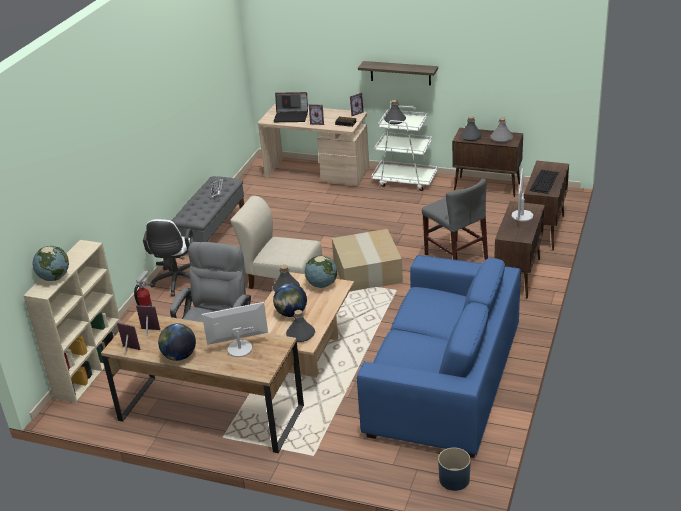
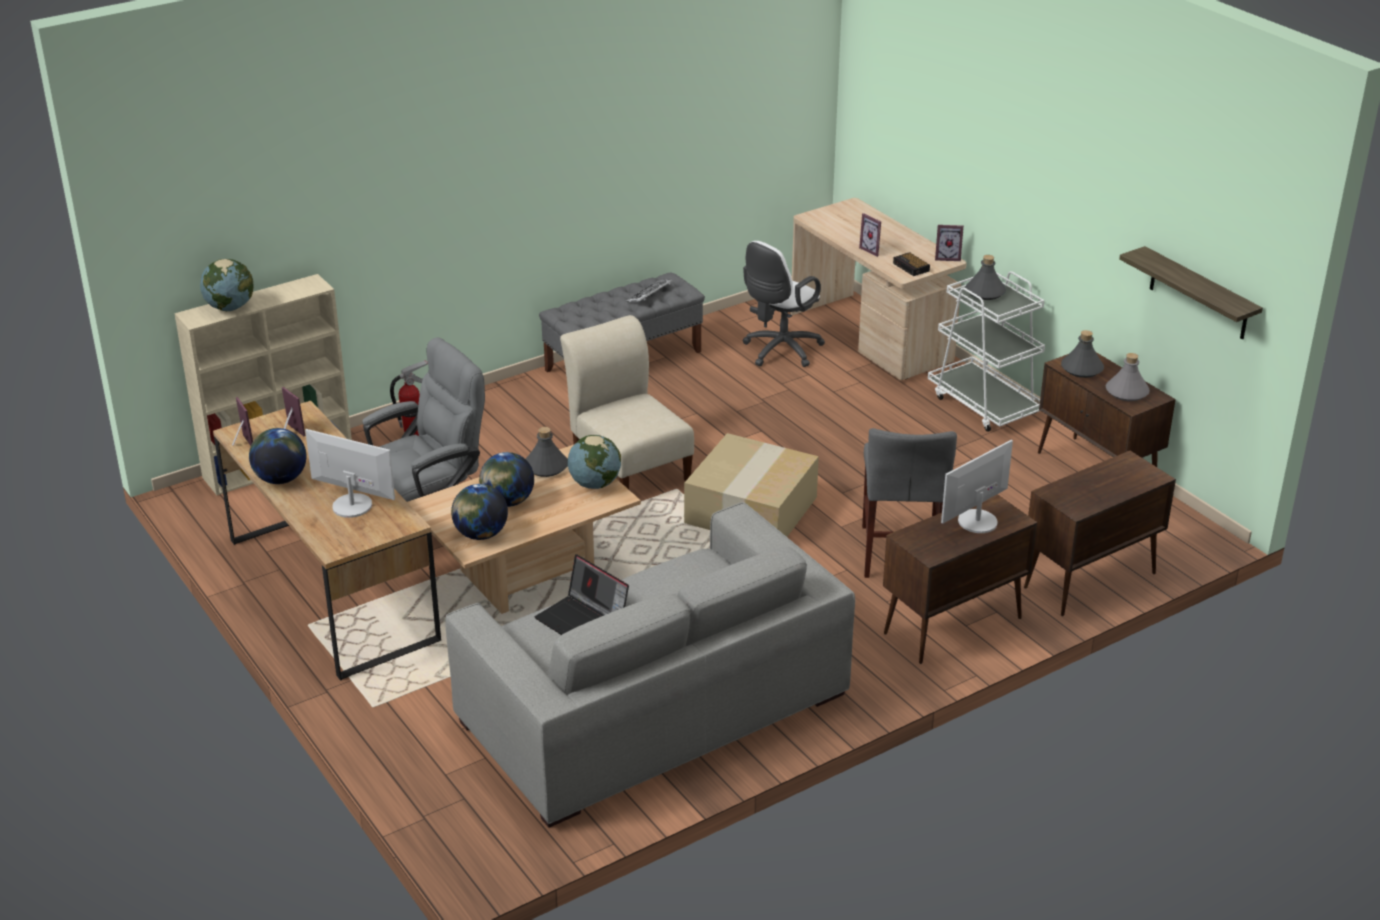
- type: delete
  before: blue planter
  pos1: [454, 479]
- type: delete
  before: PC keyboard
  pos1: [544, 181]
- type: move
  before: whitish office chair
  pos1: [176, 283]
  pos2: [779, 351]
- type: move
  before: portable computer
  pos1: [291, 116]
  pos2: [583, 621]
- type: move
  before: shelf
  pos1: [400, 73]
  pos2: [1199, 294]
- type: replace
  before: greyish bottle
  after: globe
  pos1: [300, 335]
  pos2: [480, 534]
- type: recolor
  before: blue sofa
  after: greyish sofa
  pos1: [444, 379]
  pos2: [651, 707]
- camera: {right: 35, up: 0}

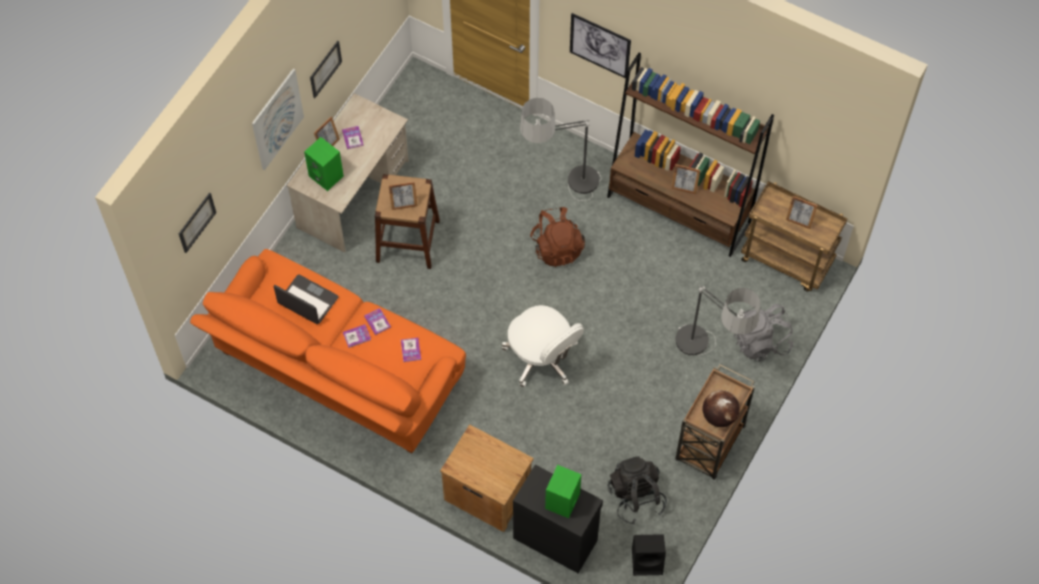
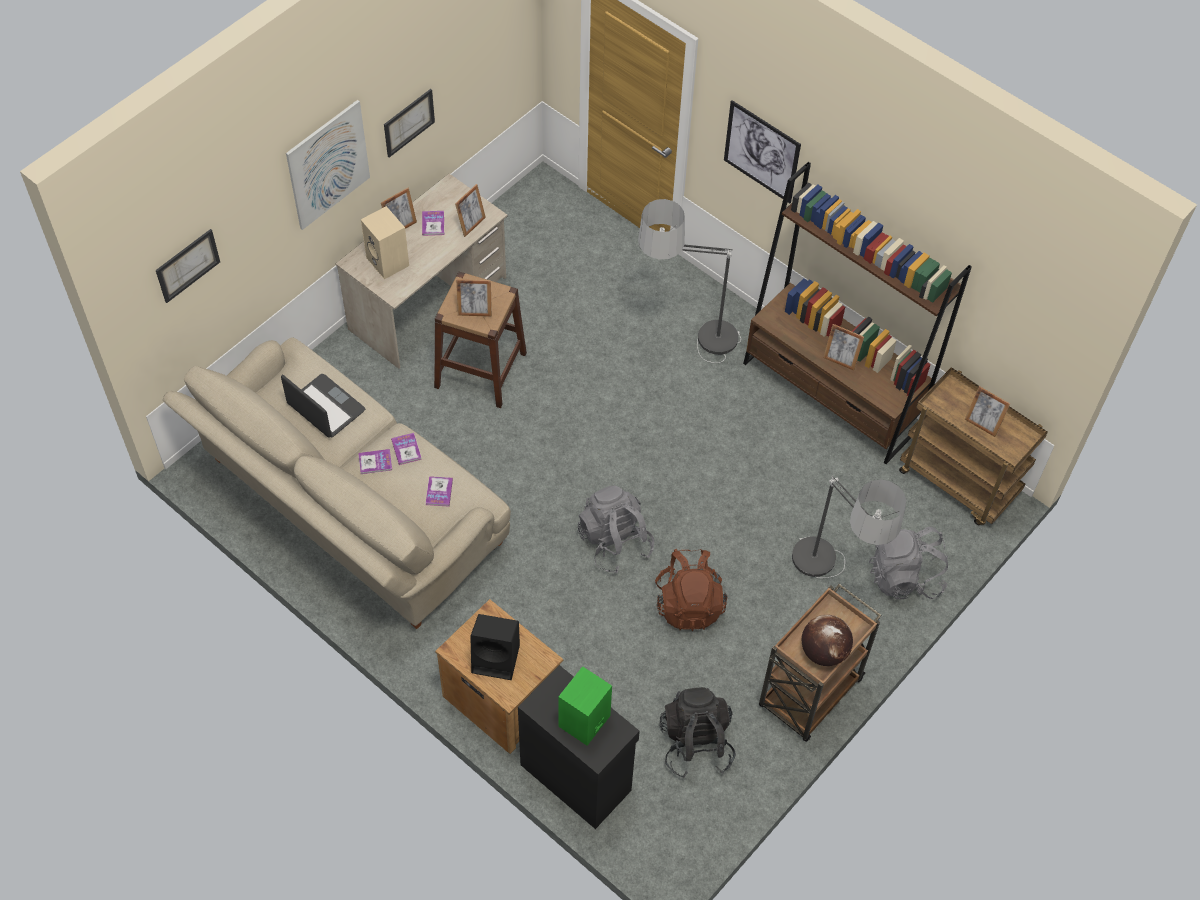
- type: insert
  after: picture frame
  pos2: [471, 225]
- type: move
  before: brownish knapsack
  pos1: [557, 247]
  pos2: [689, 603]
- type: move
  before: black-coloured audio speaker
  pos1: [648, 561]
  pos2: [497, 658]
- type: replace
  before: whitish office chair
  after: greyish knapsack
  pos1: [542, 357]
  pos2: [614, 542]
- type: recolor
  before: orange sofa
  after: beige sofa
  pos1: [336, 372]
  pos2: [348, 509]
- type: recolor
  before: greenish audio speaker
  after: beige audio speaker
  pos1: [327, 176]
  pos2: [389, 262]
- camera: {right: 10, up: -5}

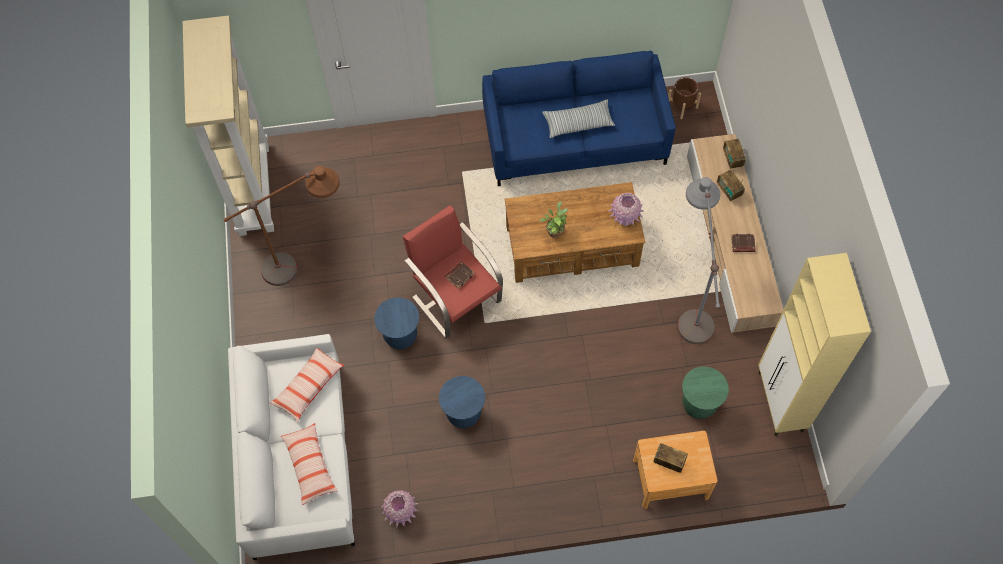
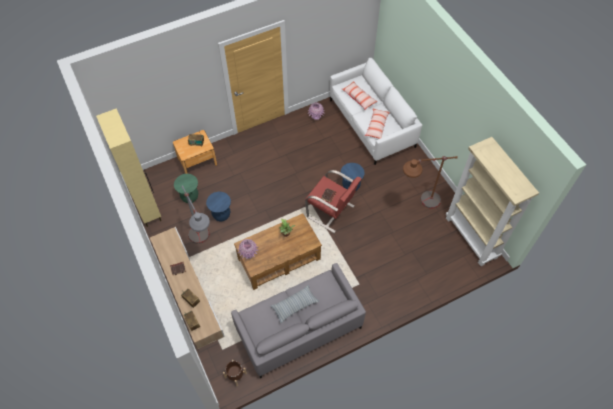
- type: move
  before: blue stool seat
  pos1: [463, 414]
  pos2: [221, 214]
- type: recolor
  before: blue sofa
  after: greyish sofa
  pos1: [575, 140]
  pos2: [298, 327]
- camera: {right: 160, up: -5}

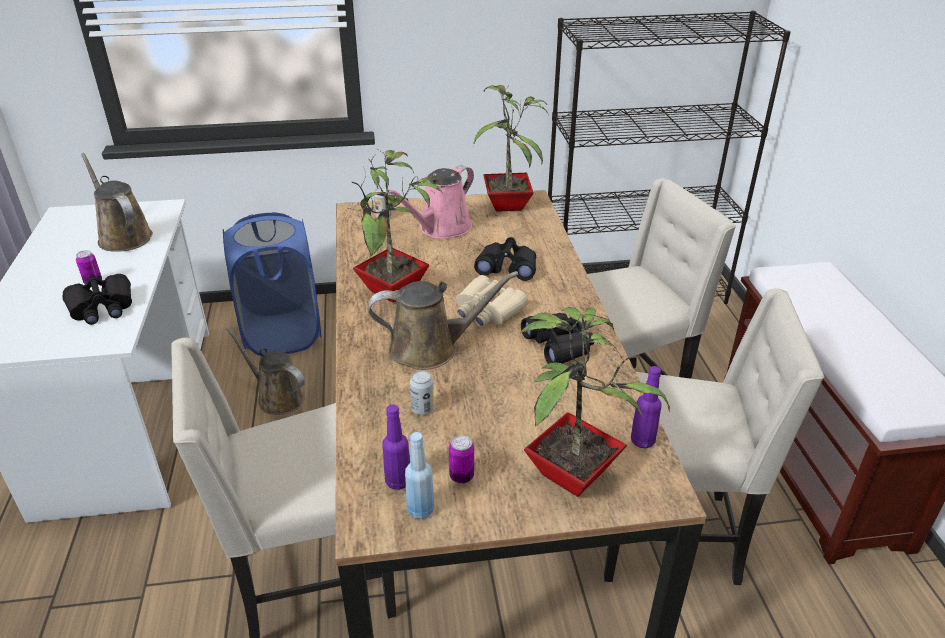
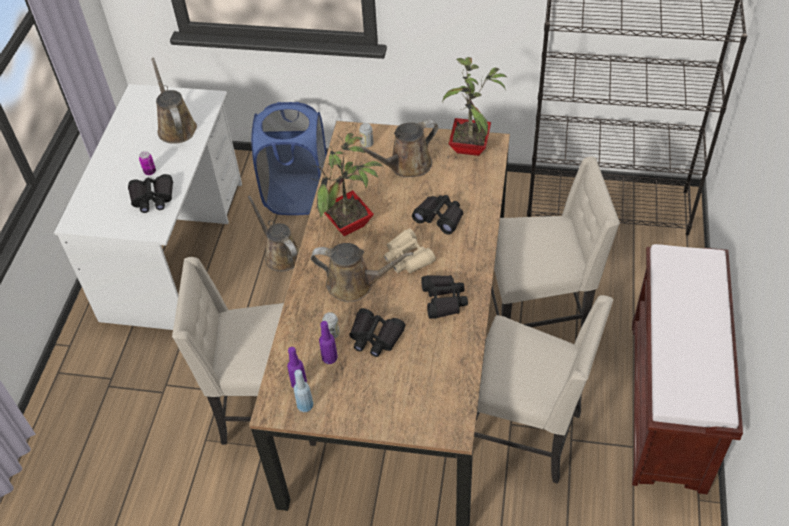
- type: delete
  before: metal can
  pos1: [461, 476]
- type: delete
  before: potted plant
  pos1: [575, 473]
- type: insert
  after: black-coloured pair of binoculars
  pos2: [375, 337]
- type: move
  before: purplish bottle
  pos1: [642, 441]
  pos2: [329, 358]
- type: recolor
  before: pink watering can
  after: brownish watering can
  pos1: [441, 229]
  pos2: [406, 165]
- camera: {right: 20, up: 15}

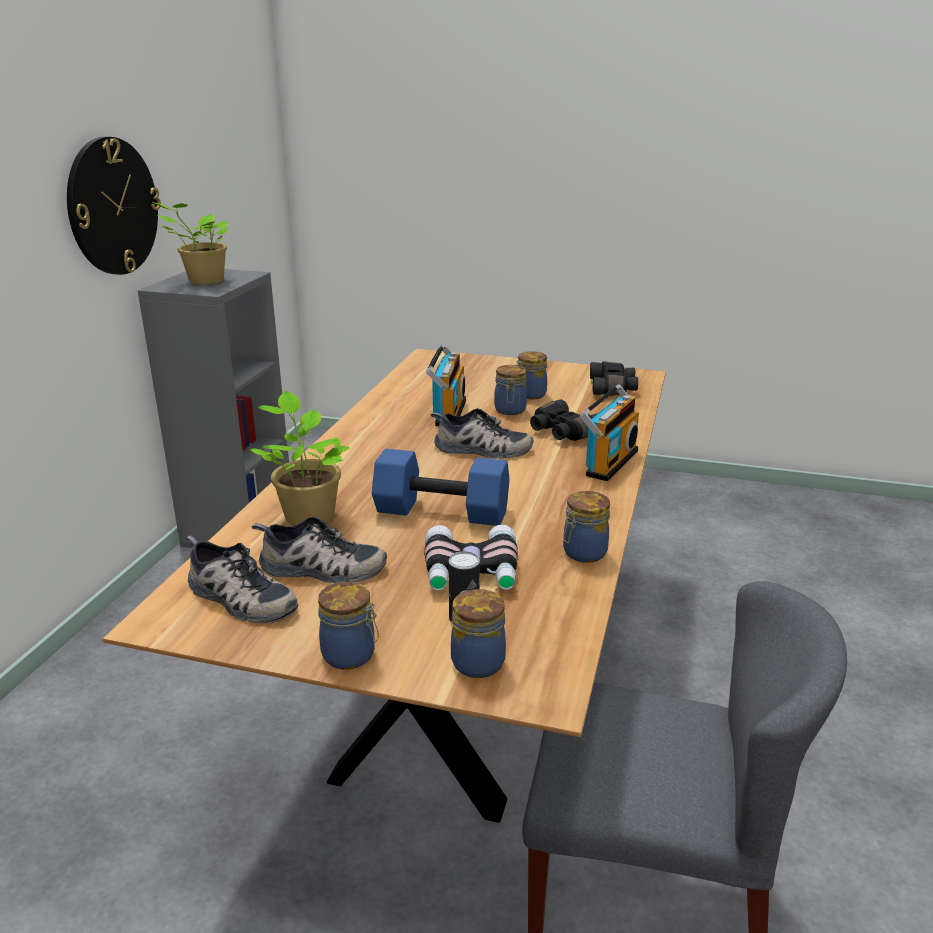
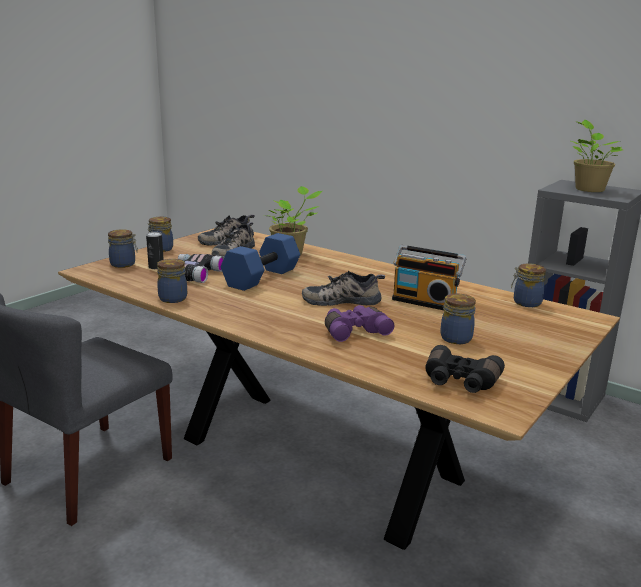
- type: delete
  before: hanging clock
  pos1: [112, 207]
- type: delete
  before: radio
  pos1: [608, 462]
- type: move
  before: storage jar
  pos1: [510, 410]
  pos2: [525, 302]
- type: recolor
  before: black-coloured pair of binoculars
  after: purplish pair of binoculars
  pos1: [562, 432]
  pos2: [354, 331]
- type: rotate
  before: shoe
  pos1: [481, 450]
  pos2: [342, 300]
  turn: 60
- camera: {right: 110, up: -5}

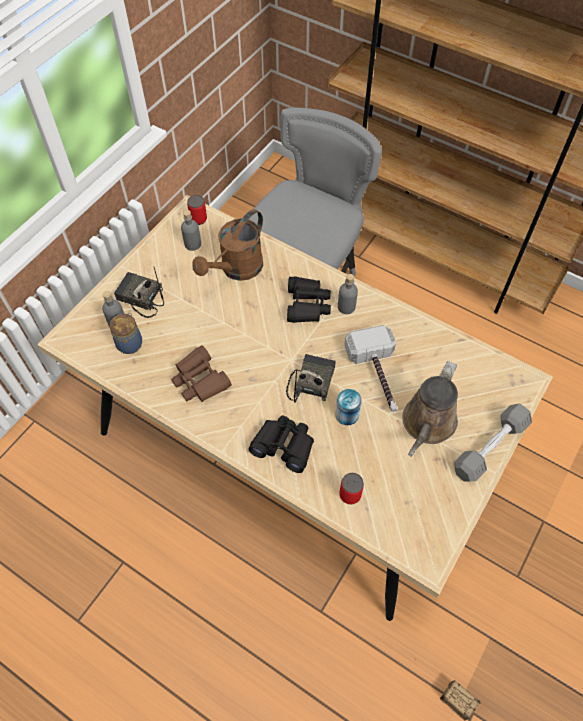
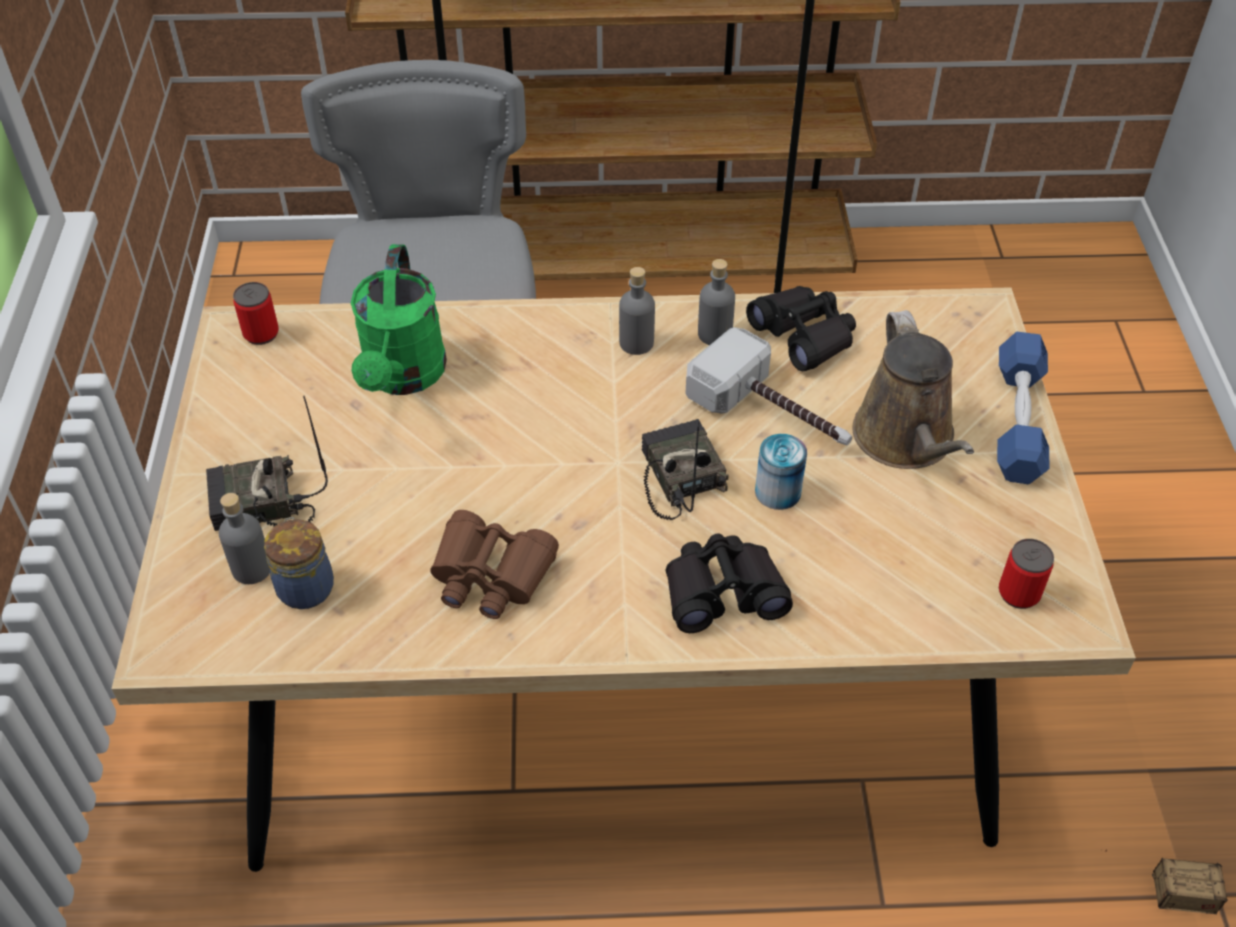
- type: move
  before: greyish bottle
  pos1: [192, 244]
  pos2: [714, 334]
- type: move
  before: black-coloured pair of binoculars
  pos1: [307, 305]
  pos2: [804, 335]
- type: move
  before: metal can
  pos1: [350, 494]
  pos2: [1018, 593]
- type: recolor
  before: brownish watering can
  after: greenish watering can
  pos1: [237, 270]
  pos2: [403, 377]
- type: recolor
  before: greyish hand weight
  after: blue hand weight
  pos1: [490, 447]
  pos2: [1018, 421]
- camera: {right: -35, up: -10}

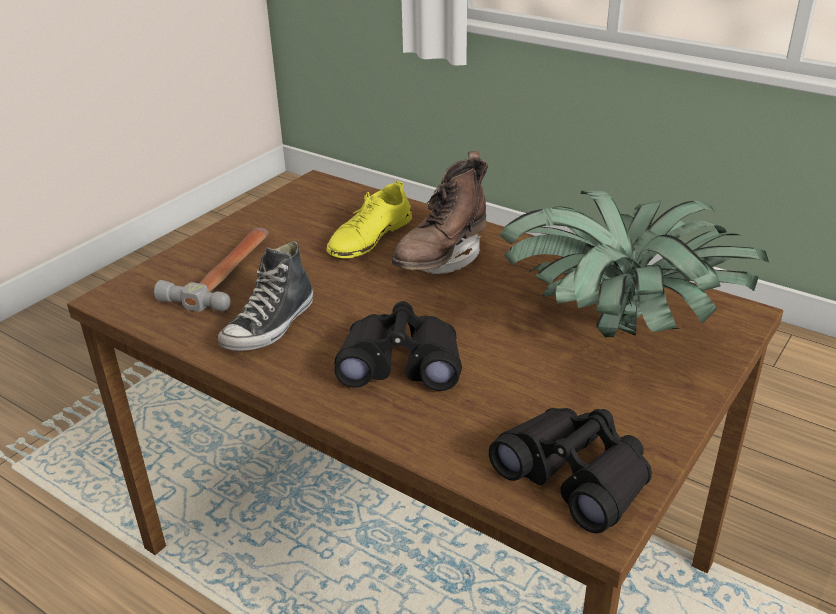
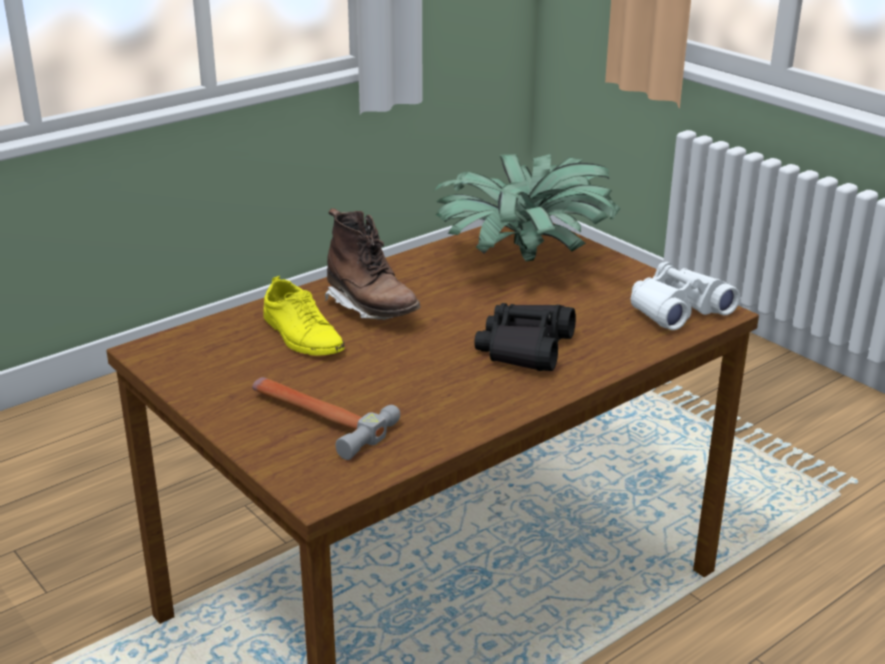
- type: delete
  before: shoe
  pos1: [270, 326]
- type: recolor
  before: black-coloured pair of binoculars
  after: whitish pair of binoculars
  pos1: [575, 477]
  pos2: [677, 310]
- camera: {right: -75, up: -5}

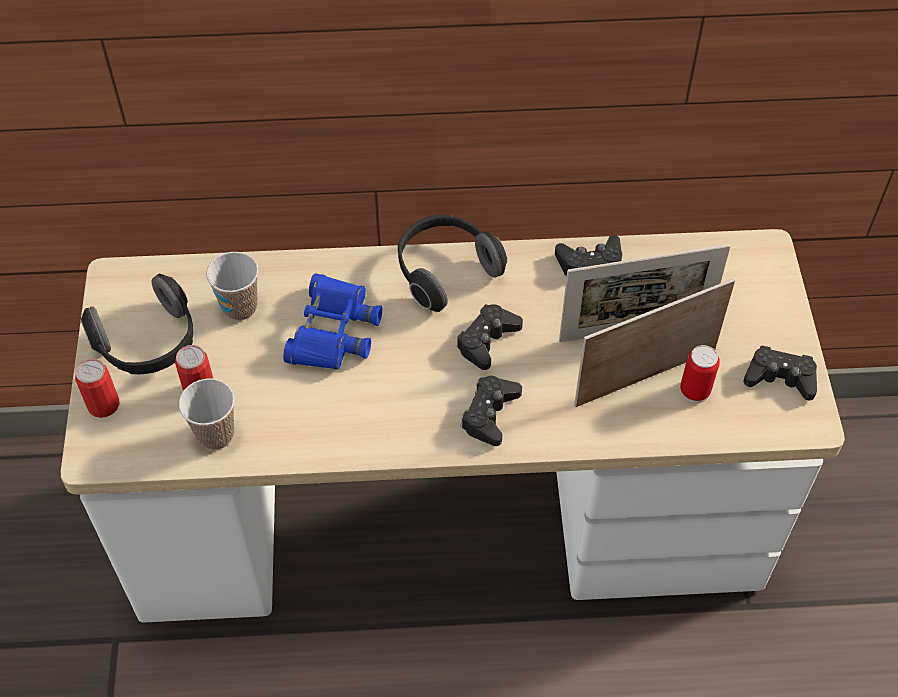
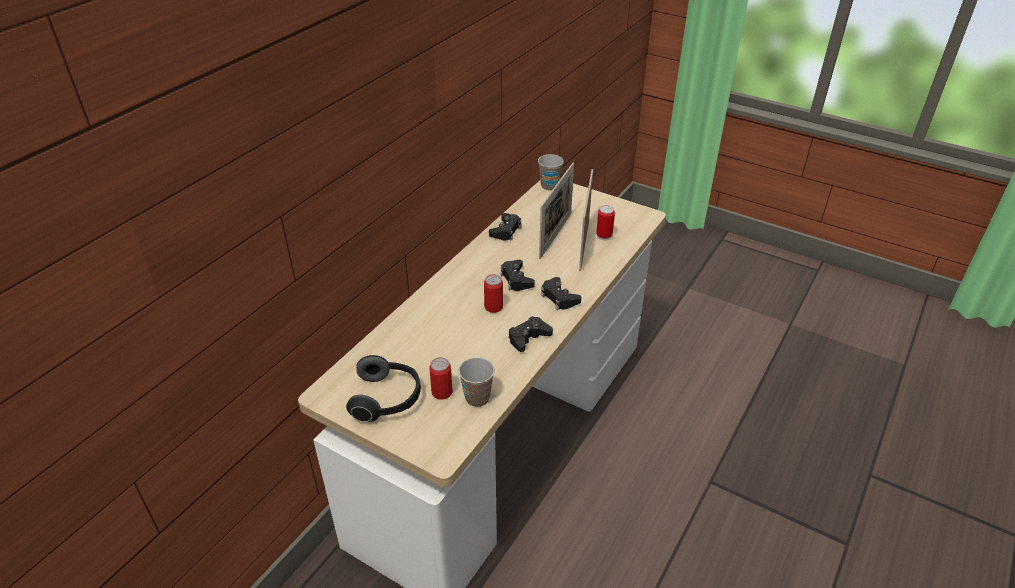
- type: delete
  before: blue pair of binoculars
  pos1: [333, 331]
- type: delete
  before: headset
  pos1: [444, 271]
- type: move
  before: metal can
  pos1: [103, 405]
  pos2: [493, 307]
- type: move
  before: small cup
  pos1: [240, 307]
  pos2: [549, 186]
- type: move
  before: black-coloured game controller
  pos1: [780, 378]
  pos2: [528, 338]
- camera: {right: -55, up: -15}

